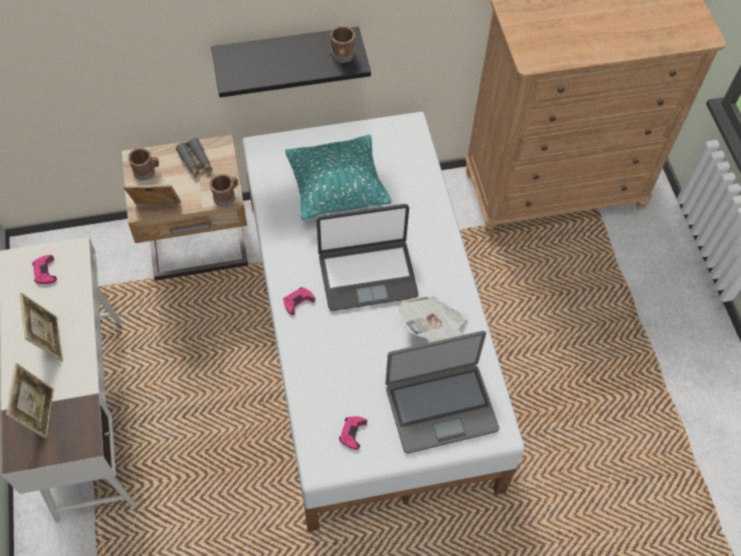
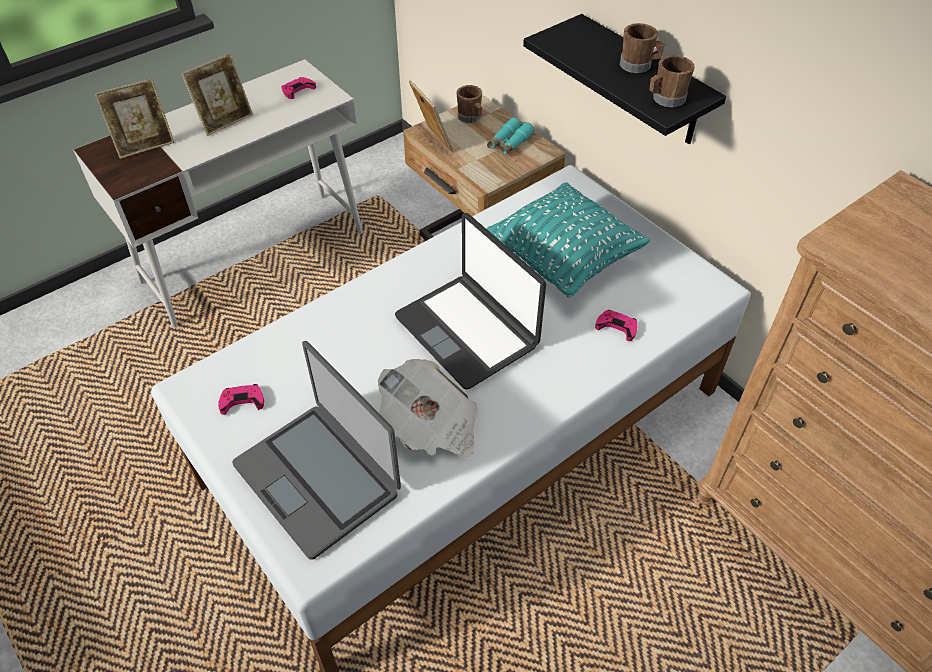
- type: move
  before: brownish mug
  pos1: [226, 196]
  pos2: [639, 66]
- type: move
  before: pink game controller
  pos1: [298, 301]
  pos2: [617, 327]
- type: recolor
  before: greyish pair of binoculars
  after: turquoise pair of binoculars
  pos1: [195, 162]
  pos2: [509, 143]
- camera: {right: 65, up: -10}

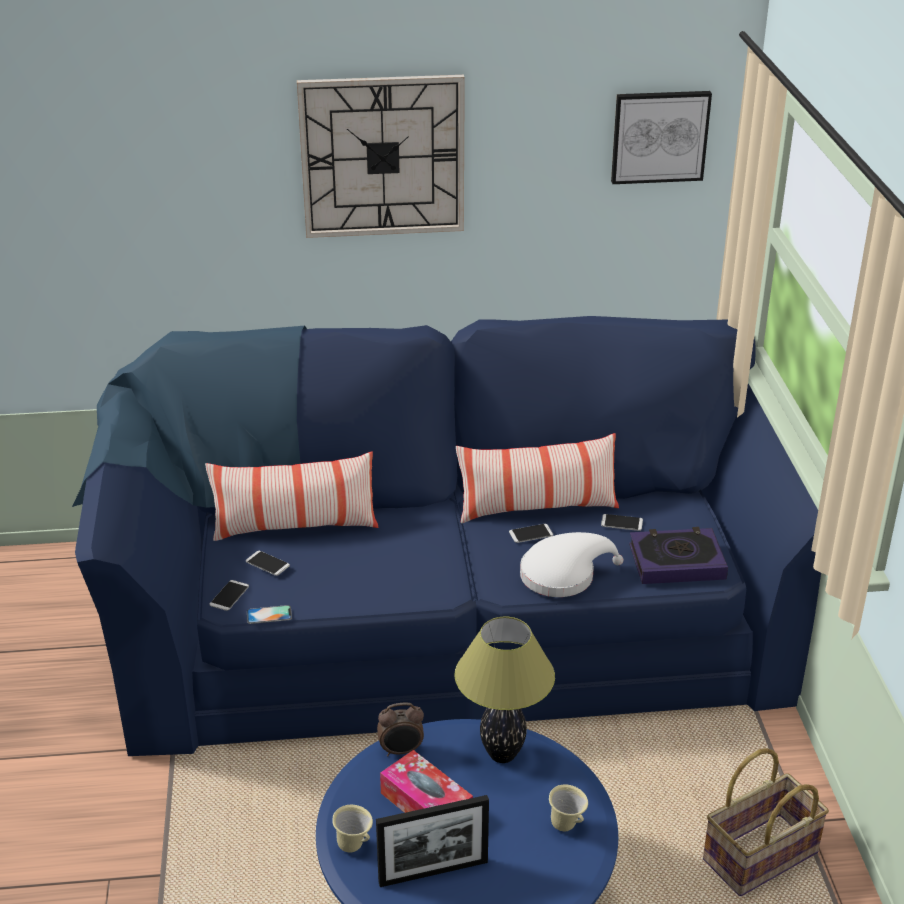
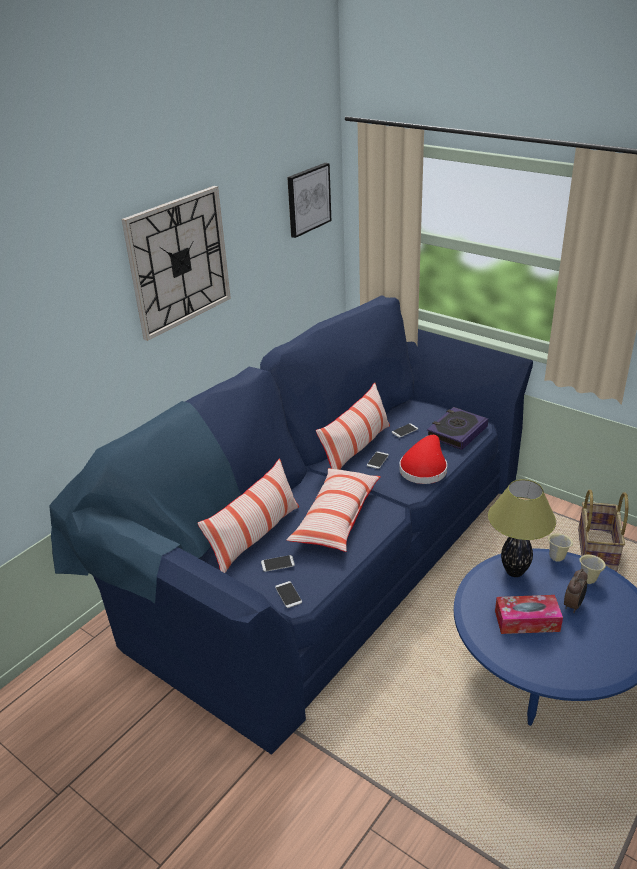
- type: delete
  before: telephone
  pos1: [269, 615]
- type: delete
  before: picture frame
  pos1: [433, 872]
- type: insert
  after: pillow
  pos2: [336, 518]
- type: move
  before: beige mug
  pos1: [353, 846]
  pos2: [557, 557]
- type: move
  before: bedside clock
  pos1: [401, 751]
  pos2: [573, 605]
- type: recolor
  before: whitish clothing hat
  after: red clothing hat
  pos1: [563, 575]
  pos2: [424, 468]
- camera: {right: -45, up: 0}

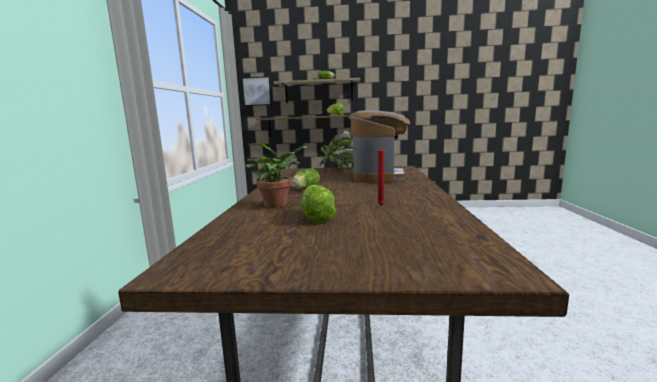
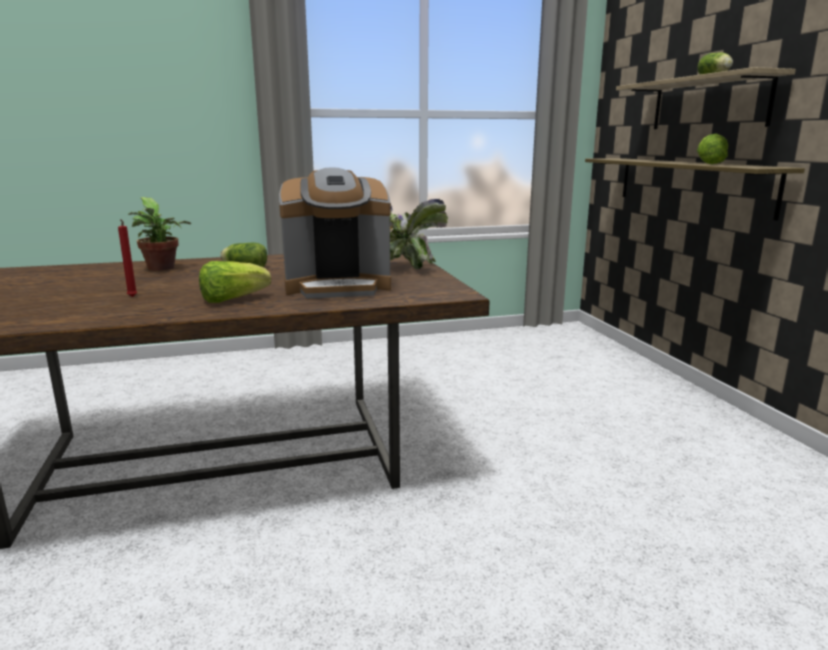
- type: delete
  before: wall picture
  pos1: [257, 91]
- type: move
  before: lettuce
  pos1: [316, 217]
  pos2: [232, 300]
- camera: {right: 70, up: 5}

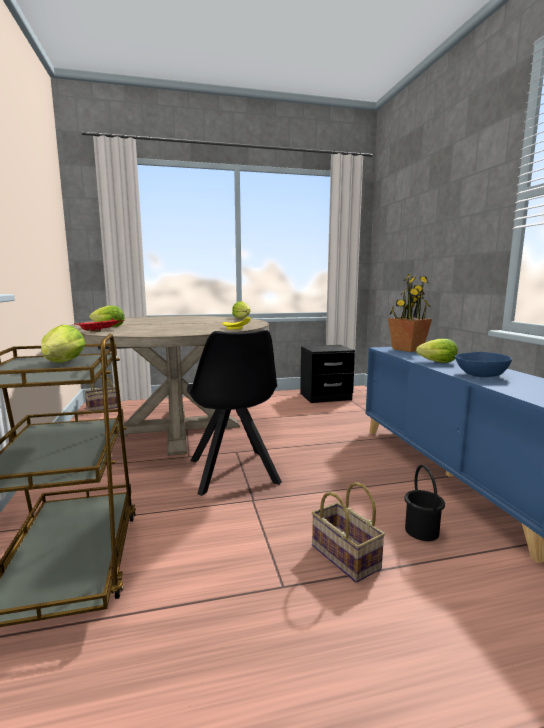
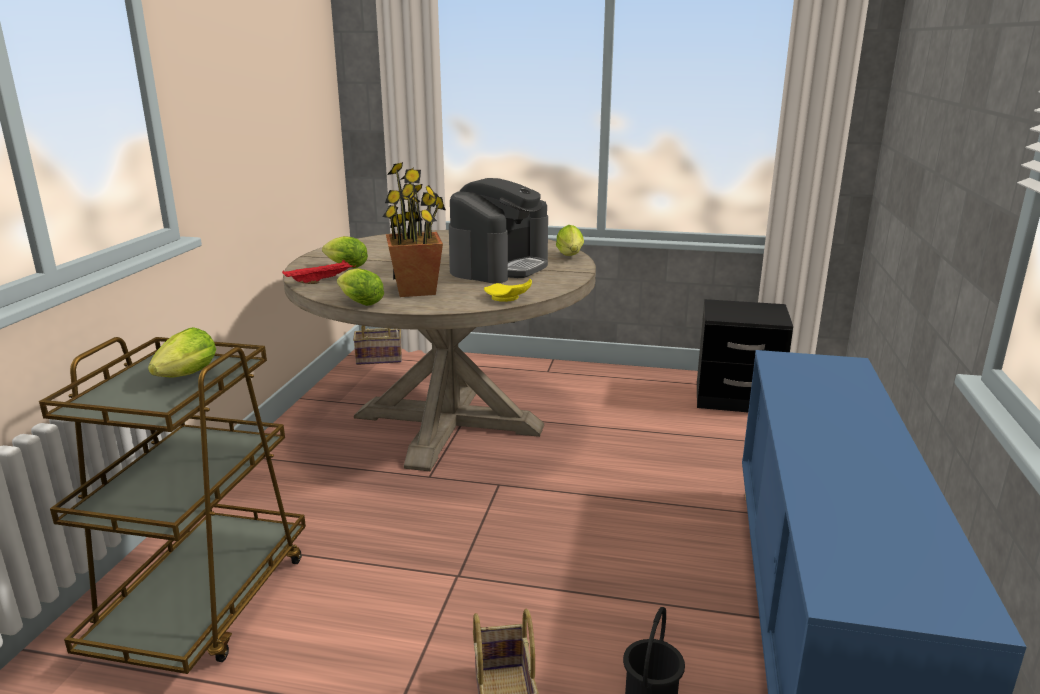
- type: delete
  before: black-coloured upright chair
  pos1: [233, 473]
- type: delete
  before: blue serving bowl
  pos1: [480, 375]
- type: insert
  after: coffee machine
  pos2: [500, 267]
- type: move
  before: potted plant
  pos1: [407, 349]
  pos2: [416, 290]
- type: move
  before: lettuce
  pos1: [435, 362]
  pos2: [358, 302]
- camera: {right: 25, up: 10}

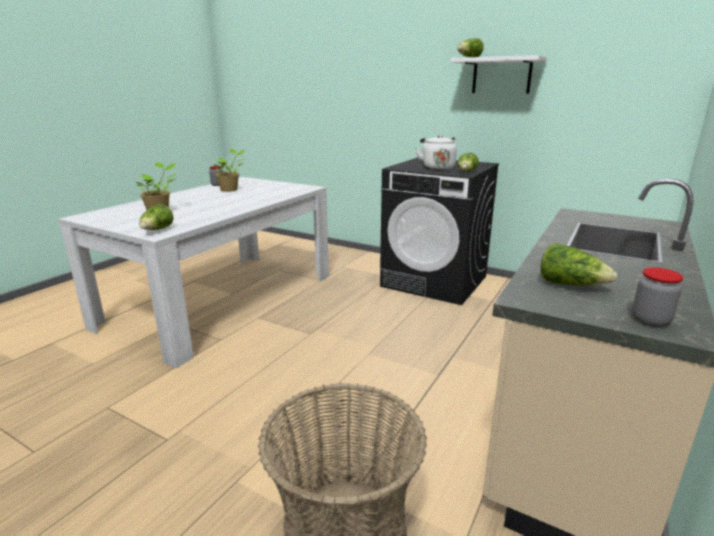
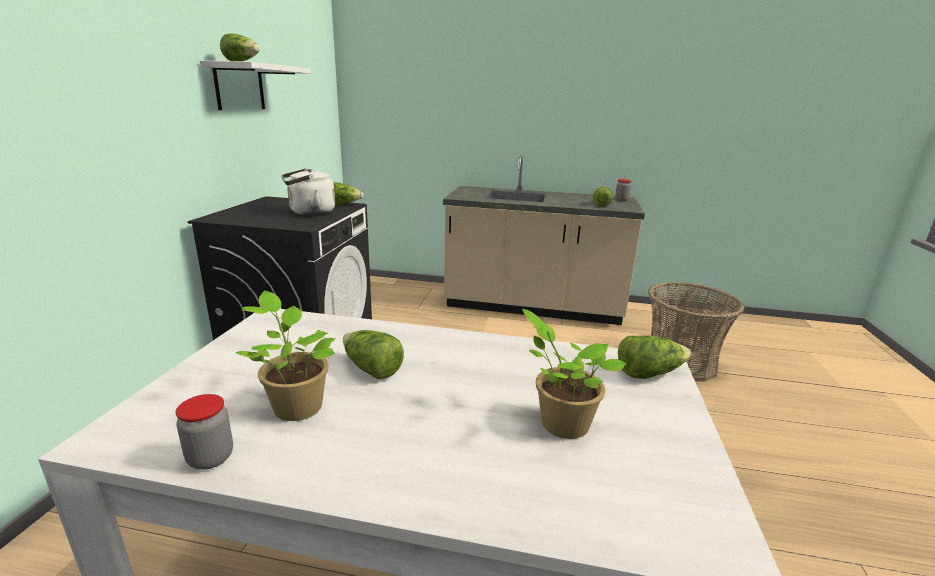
- type: insert
  after: lettuce
  pos2: [371, 369]
- camera: {right: -110, up: 0}

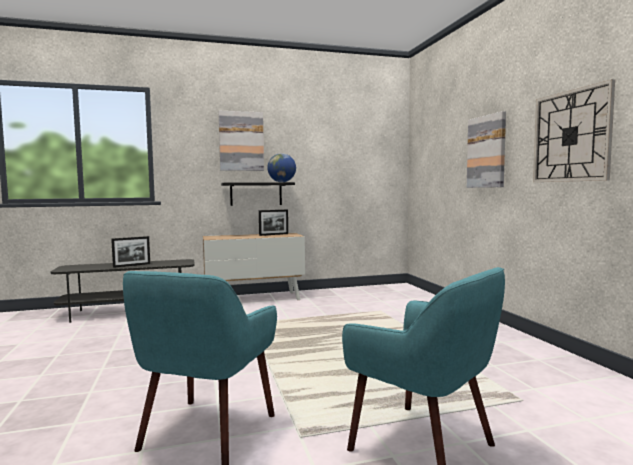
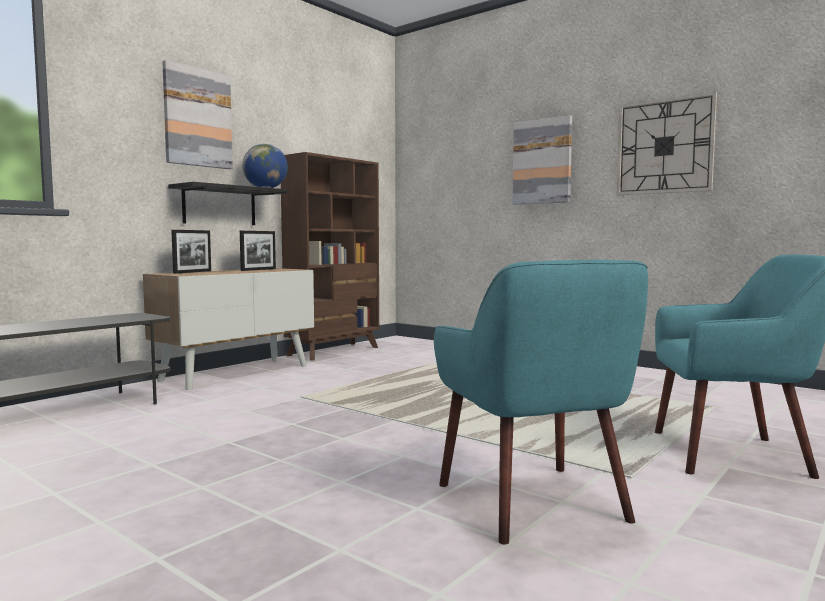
- type: insert
  after: brownish shelving unit
  pos2: [334, 351]
- type: move
  before: picture frame
  pos1: [132, 265]
  pos2: [192, 272]
- camera: {right: -35, up: 0}

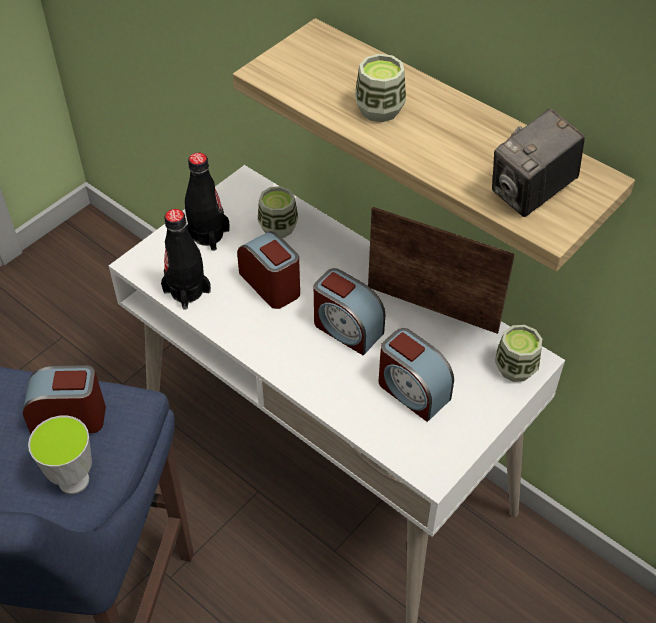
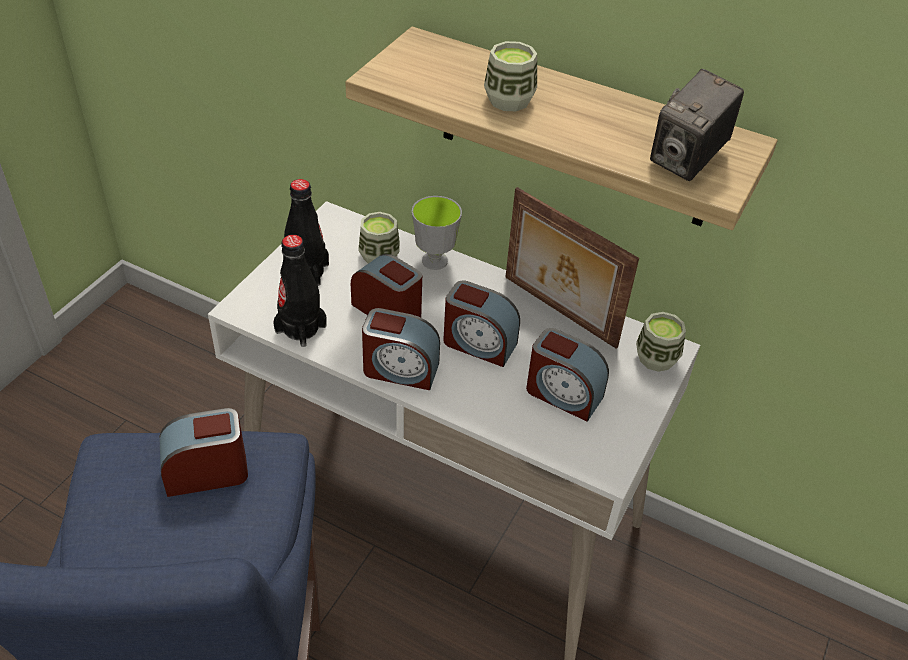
- type: insert
  after: bedside clock
  pos2: [400, 370]
- type: move
  before: small cup
  pos1: [74, 480]
  pos2: [434, 261]
- type: rotate
  before: picture frame
  pos1: [433, 307]
  pos2: [558, 312]
  turn: -150
- camera: {right: -15, up: -5}

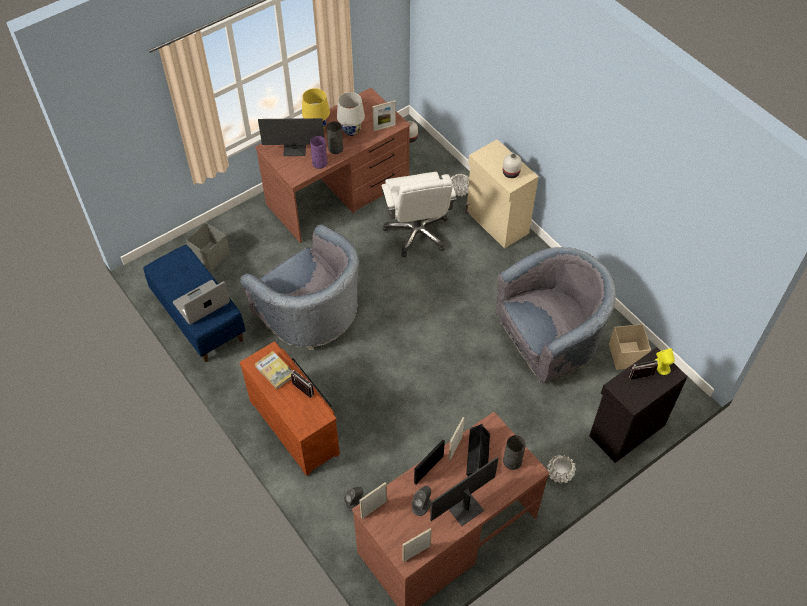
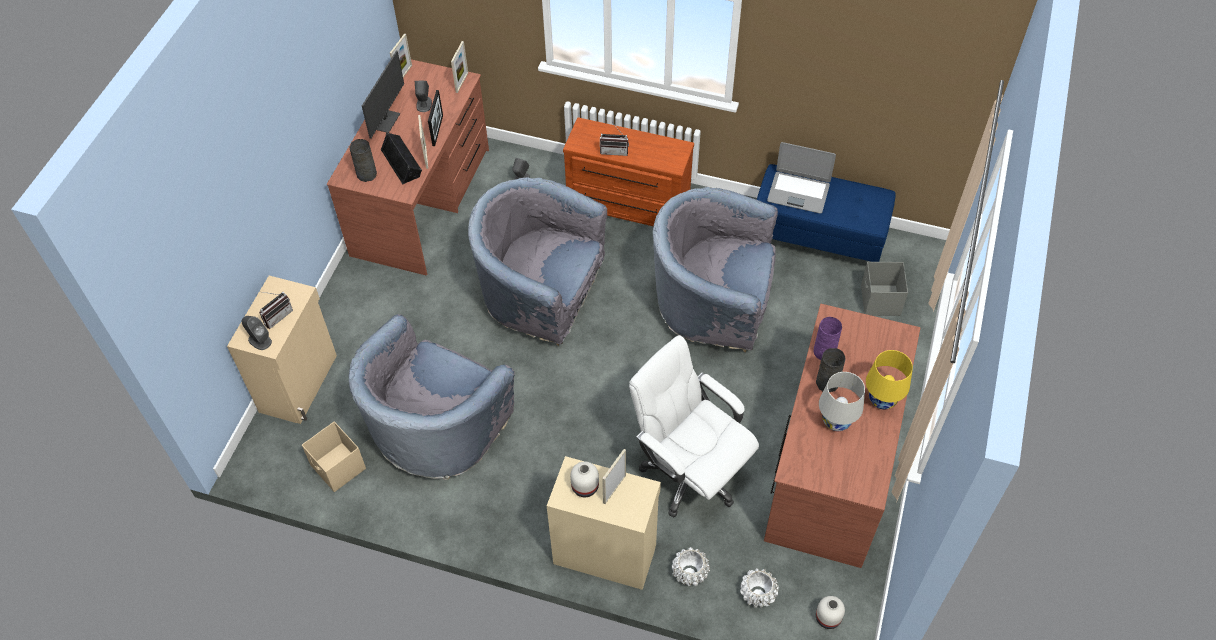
- type: delete
  before: bound book
  pos1: [275, 371]
- type: delete
  before: monitor
  pos1: [295, 150]
- type: insert
  after: greyish armchair
  pos2: [542, 296]
- type: move
  before: picture frame
  pos1: [384, 127]
  pos2: [614, 489]
- type: move
  before: whitish planter
  pos1: [560, 473]
  pos2: [757, 594]
- type: recolor
  before: black-coloured storage cabinet
  after: beige storage cabinet
  pos1: [625, 430]
  pos2: [300, 383]
- type: recolor
  before: yellowish audio speaker
  after: greyish audio speaker
  pos1: [662, 366]
  pos2: [259, 340]
- type: rotate
  before: portable computer
  pos1: [202, 303]
  pos2: [798, 192]
  turn: 90
- camera: {right: 145, up: 0}

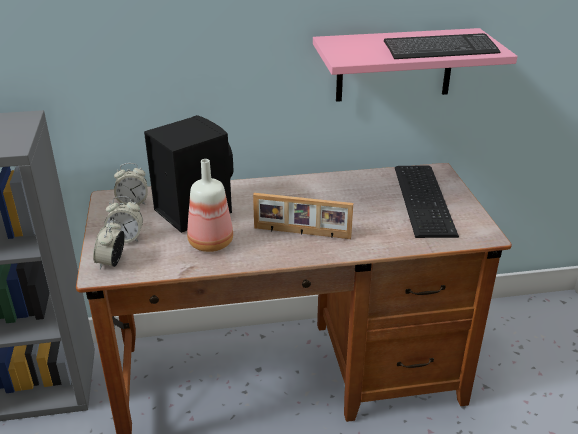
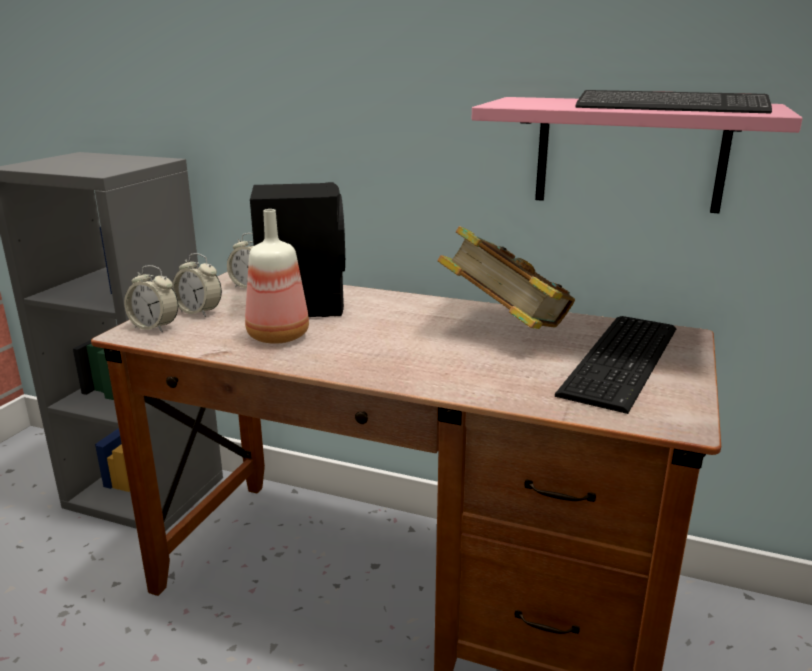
- type: delete
  before: picture frame
  pos1: [302, 233]
- type: insert
  after: bound book
  pos2: [505, 328]
- type: rotate
  before: bedside clock
  pos1: [112, 262]
  pos2: [155, 327]
  turn: -105
- camera: {right: 30, up: -10}

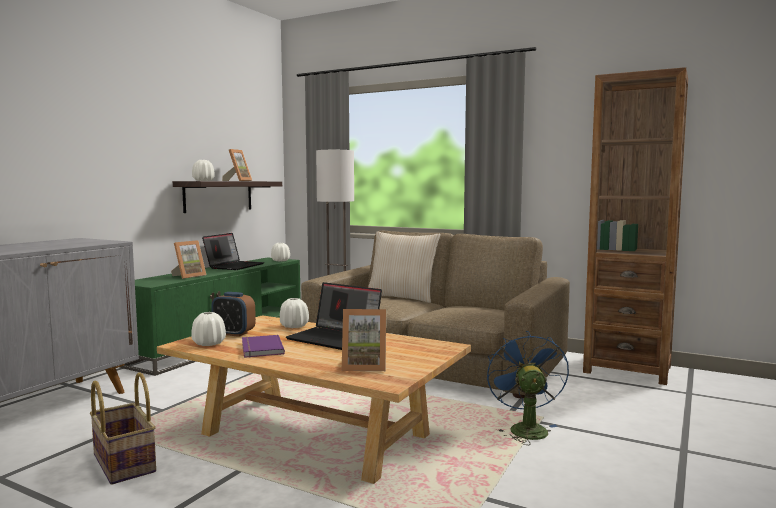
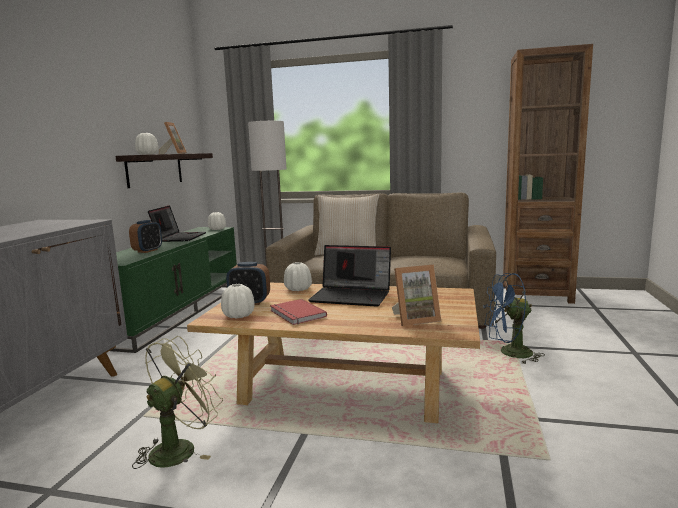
- type: replace
  before: storage basket
  after: greenish electric fan
  pos1: [122, 463]
  pos2: [179, 448]
- type: replace
  before: picture frame
  after: bedside clock
  pos1: [188, 276]
  pos2: [147, 251]
- type: recolor
  before: purplish bound book
  after: red bound book
  pos1: [260, 348]
  pos2: [296, 314]
- type: rotate
  before: blue electric fan
  pos1: [524, 428]
  pos2: [509, 353]
  turn: -75
- camera: {right: -15, up: 5}

